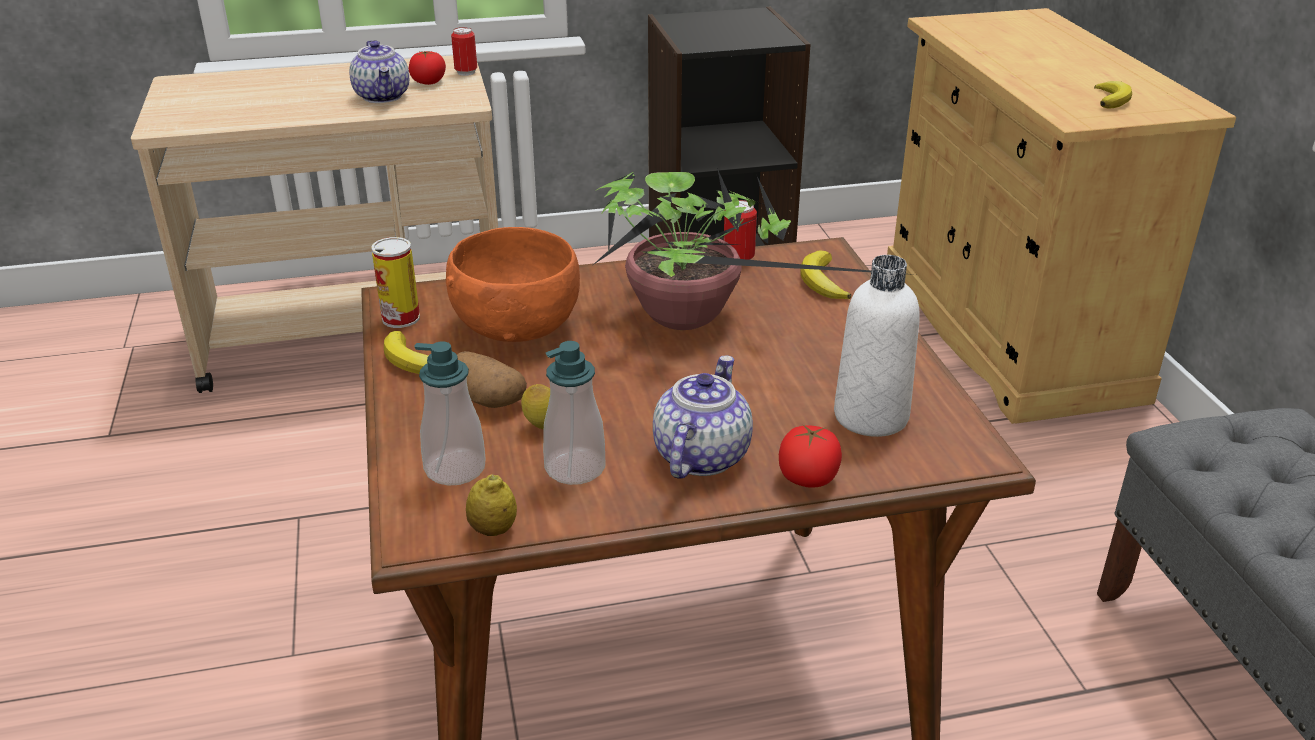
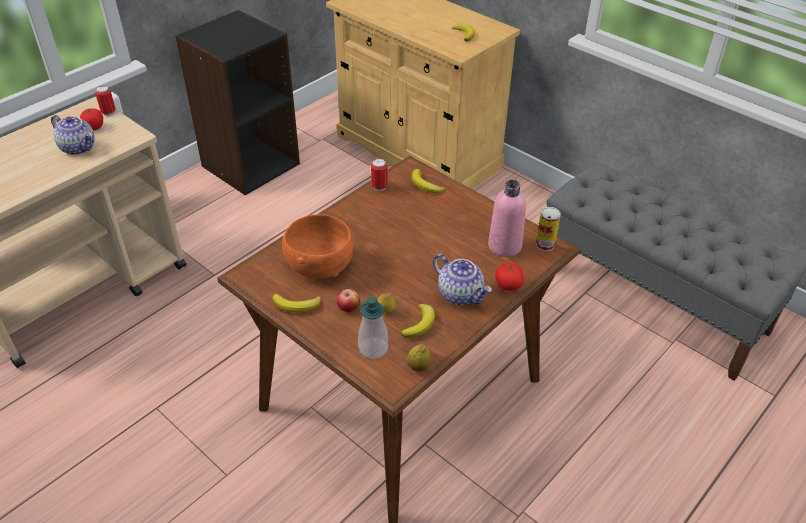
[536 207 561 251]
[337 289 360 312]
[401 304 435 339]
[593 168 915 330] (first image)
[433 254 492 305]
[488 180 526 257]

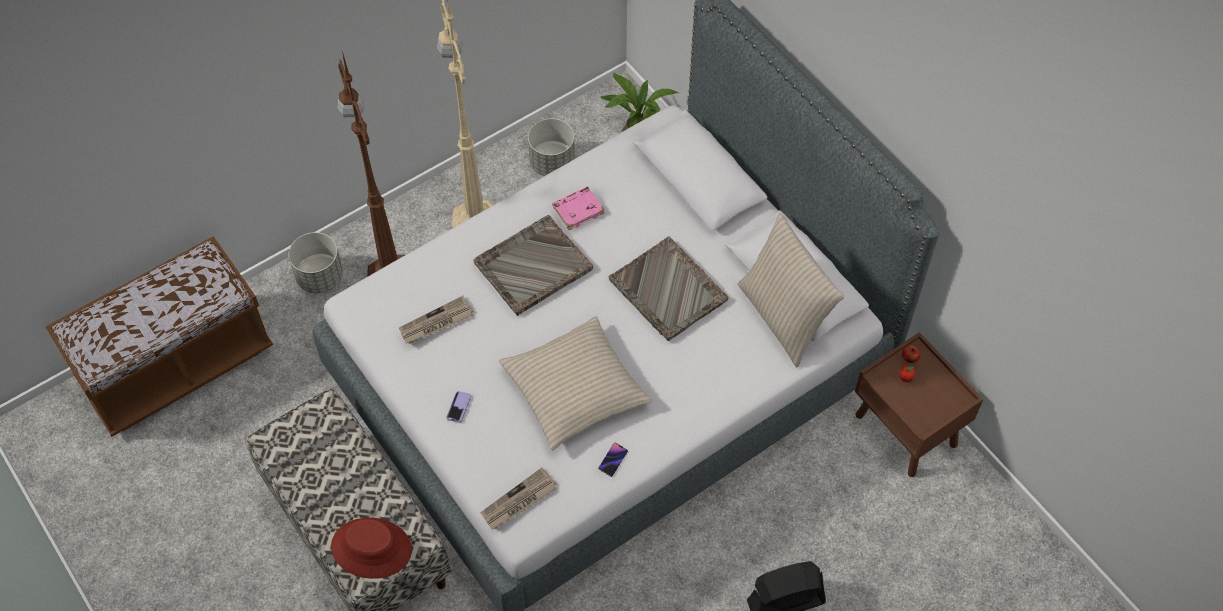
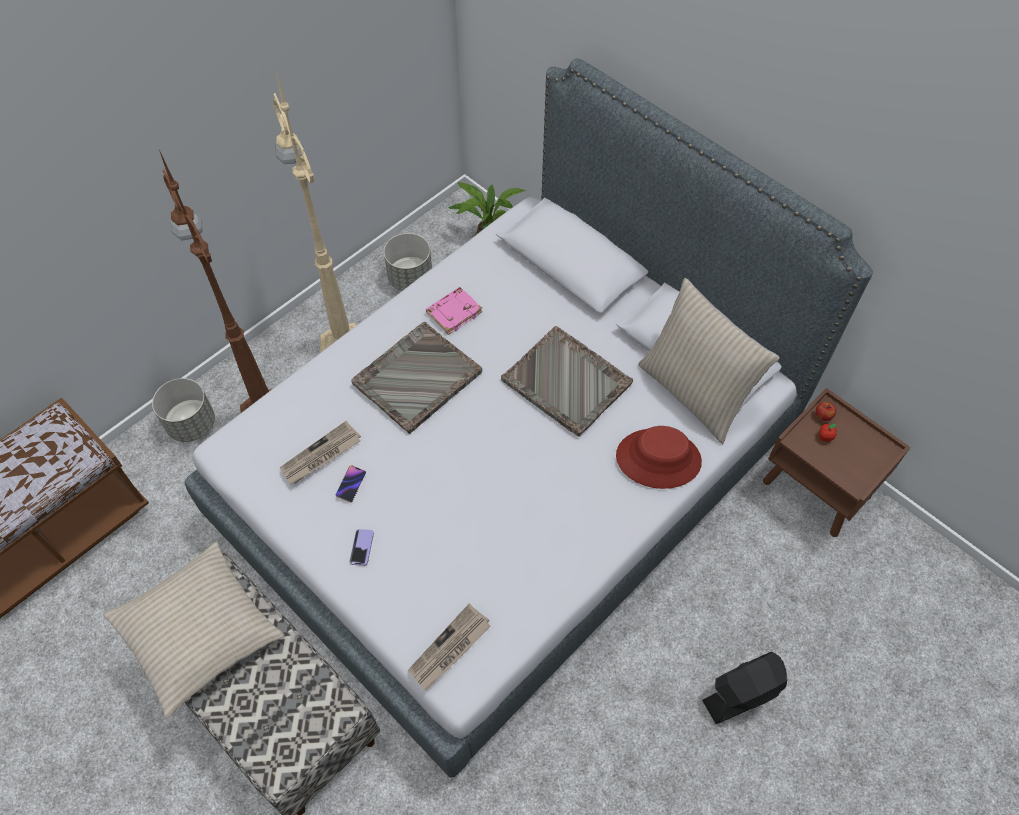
[616 426 702 489]
[103 541 284 719]
[336 465 366 503]

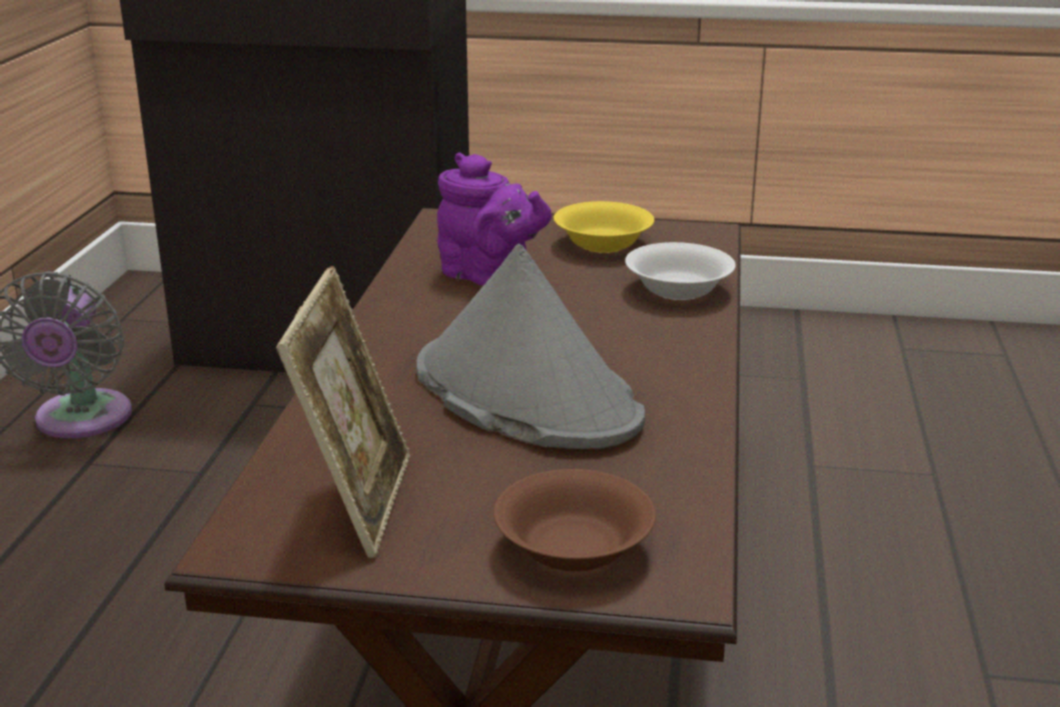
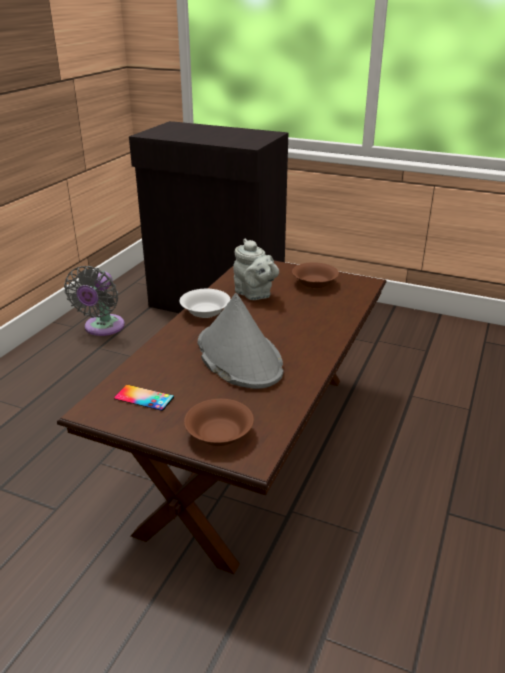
[114 385 174 411]
[233 239 279 300]
[292 262 339 289]
[180 289 231 318]

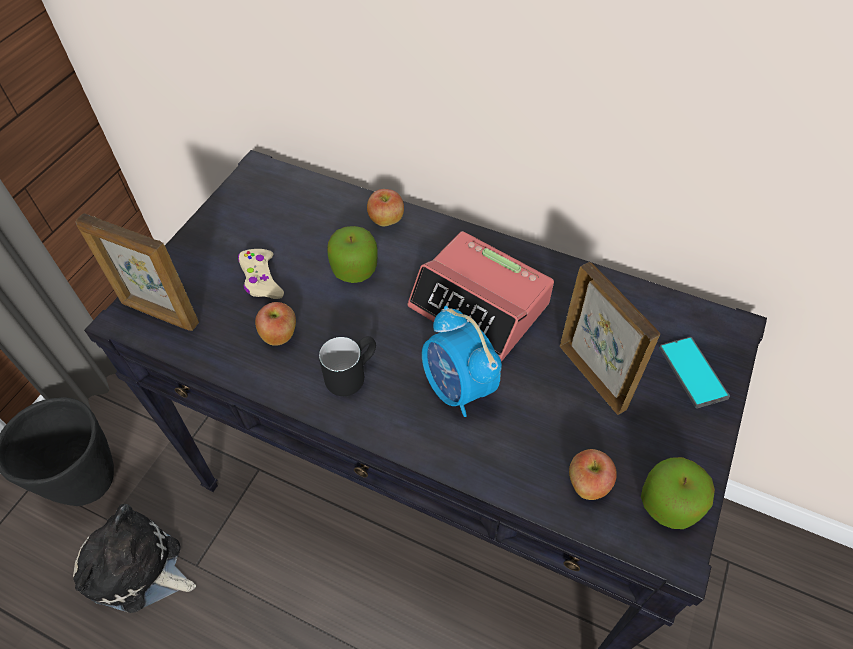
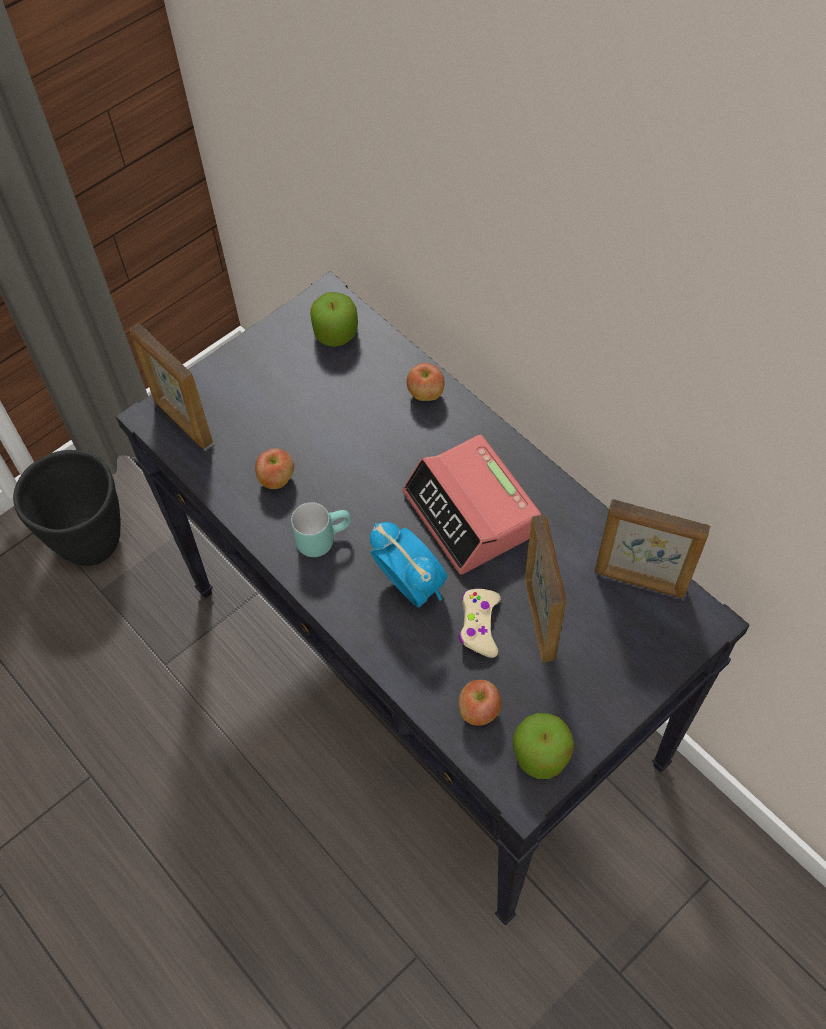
[73 504 196 613] (first image)
[459 589 501 658]
[291 502 351 557]
[310 292 358 347]
[370 522 447 607]
[659 337 730 408] (first image)
[595 499 710 598]

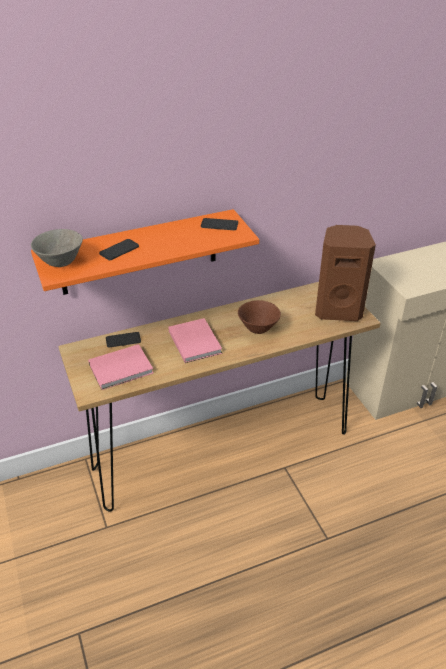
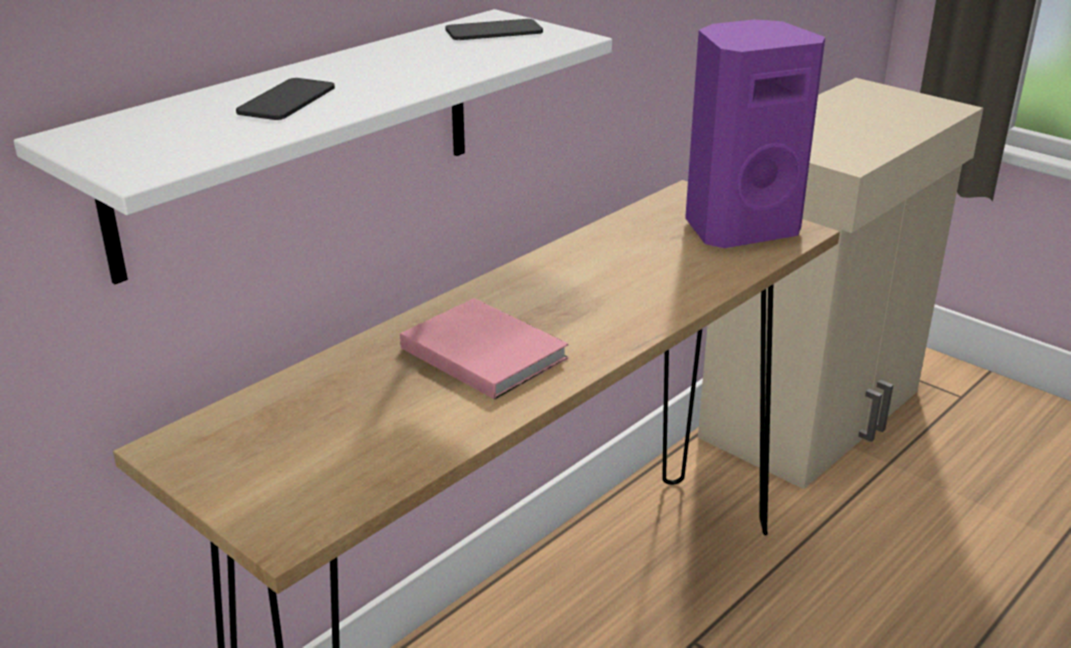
[14 9 612 284]
[31 229 83 267] (first image)
[88 344 153 390] (first image)
[106 332 141 348] (first image)
[238 300 281 334] (first image)
[685 19 825 248]

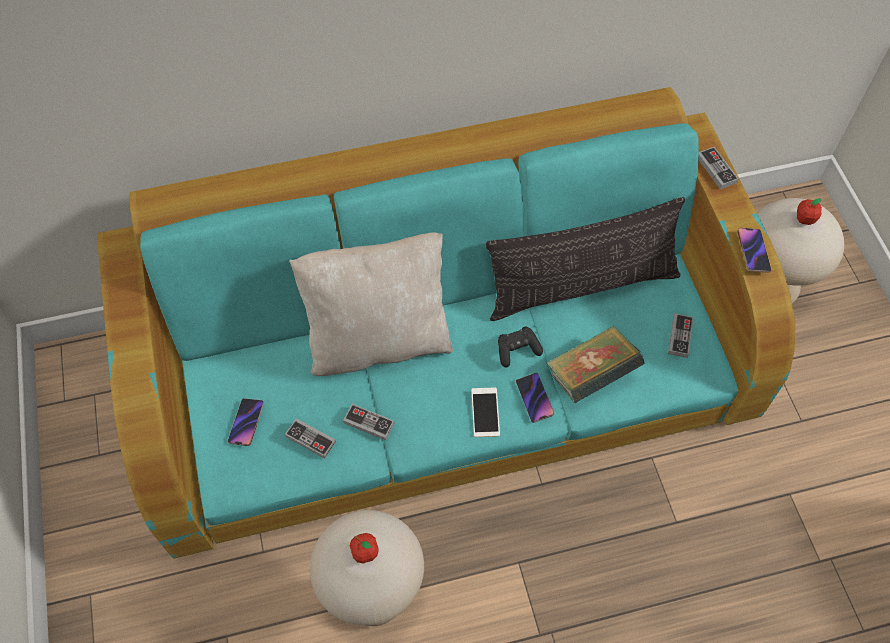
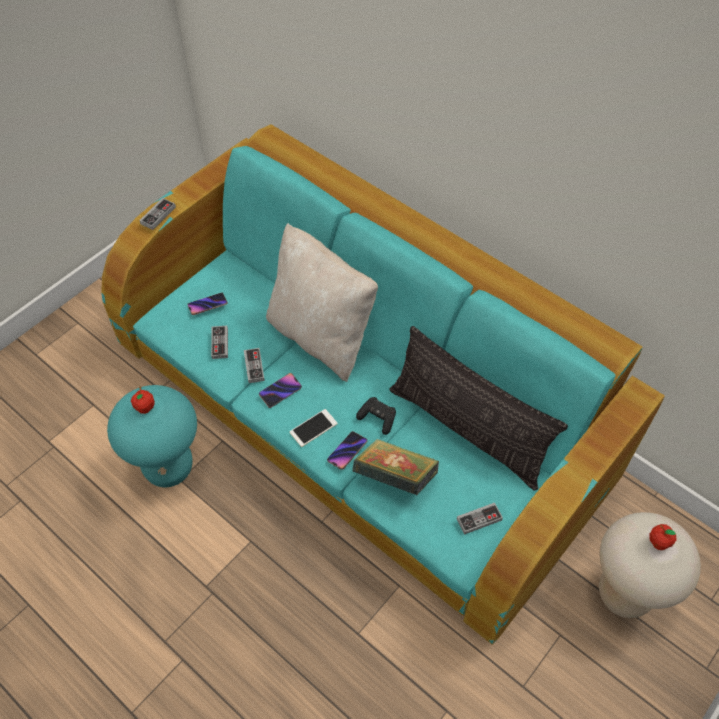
[107 385 197 487]
[139 198 176 230]
[259 373 302 408]

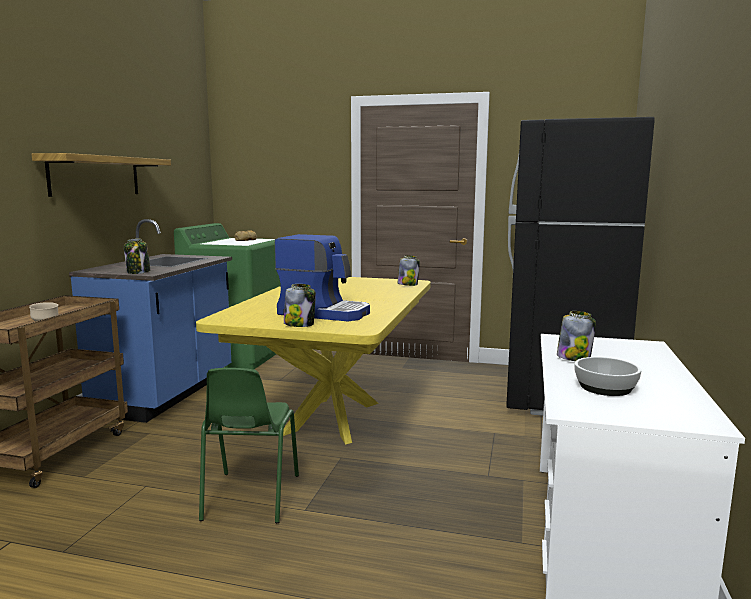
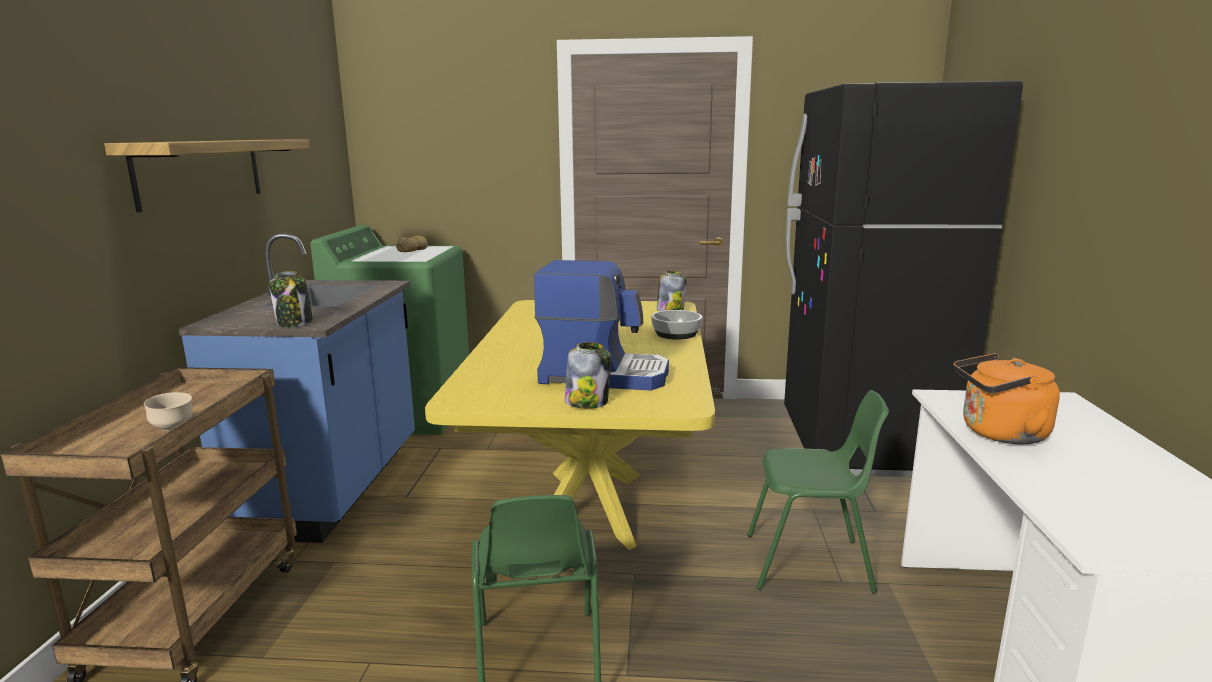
[953 353 1060 445]
[651 310 703 339]
[747 390 889 594]

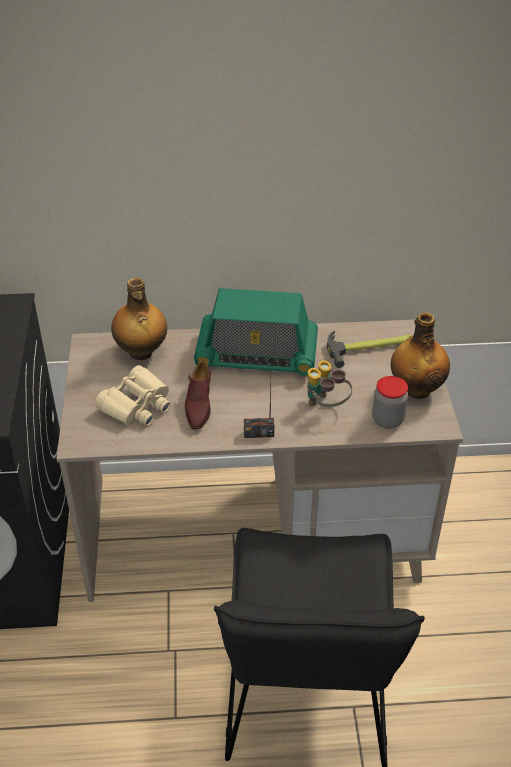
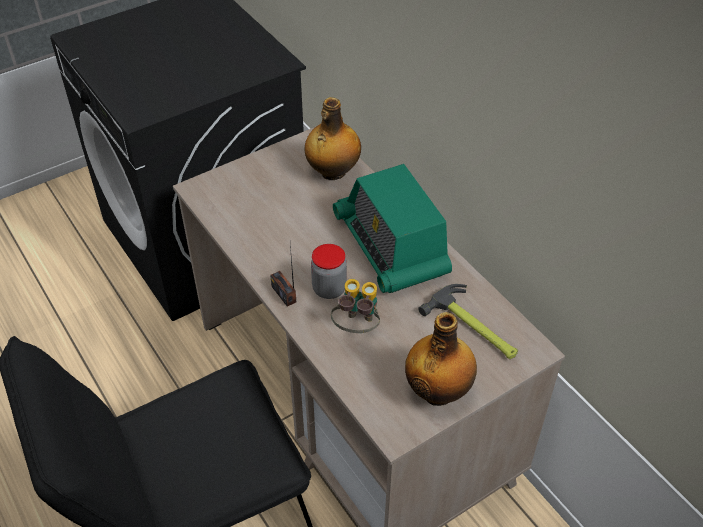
[95 365 171 426] (first image)
[185 361 211 430] (first image)
[311 244 347 299]

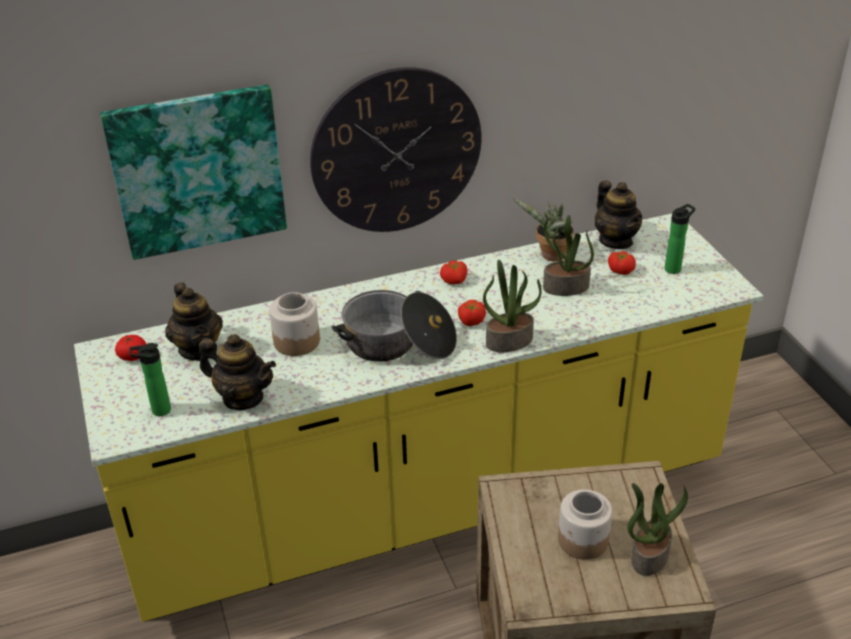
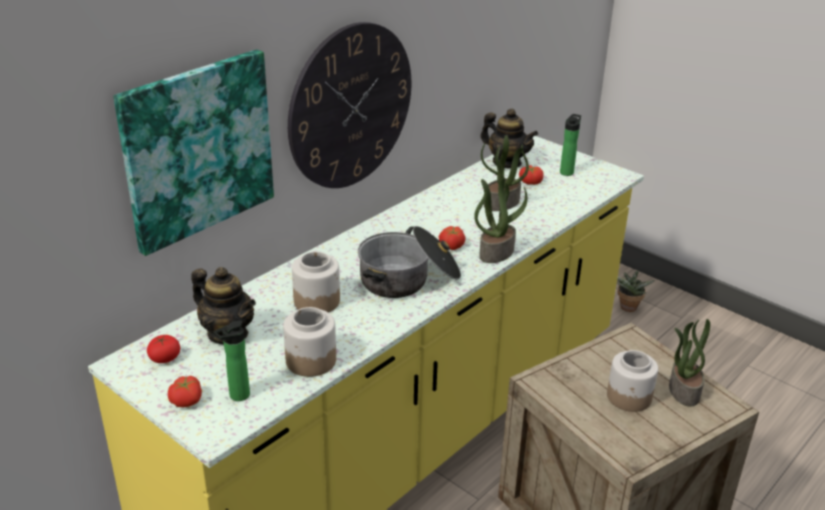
[283 307 336 377]
[168 375 202 408]
[617 270 655 312]

